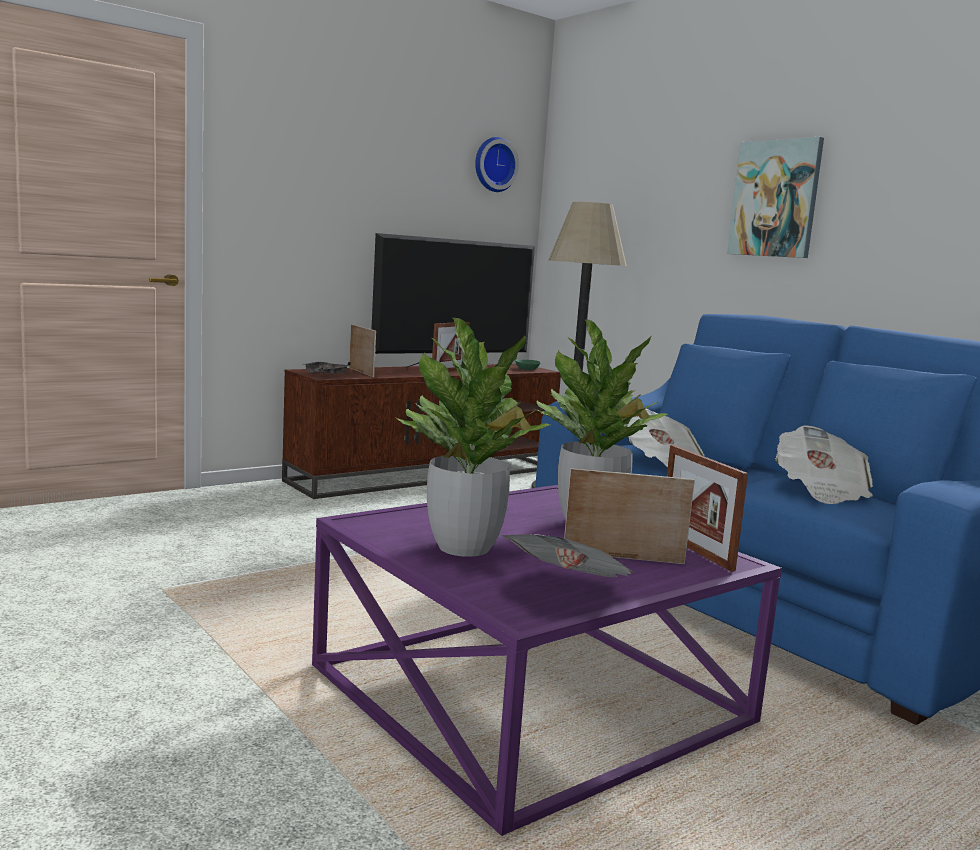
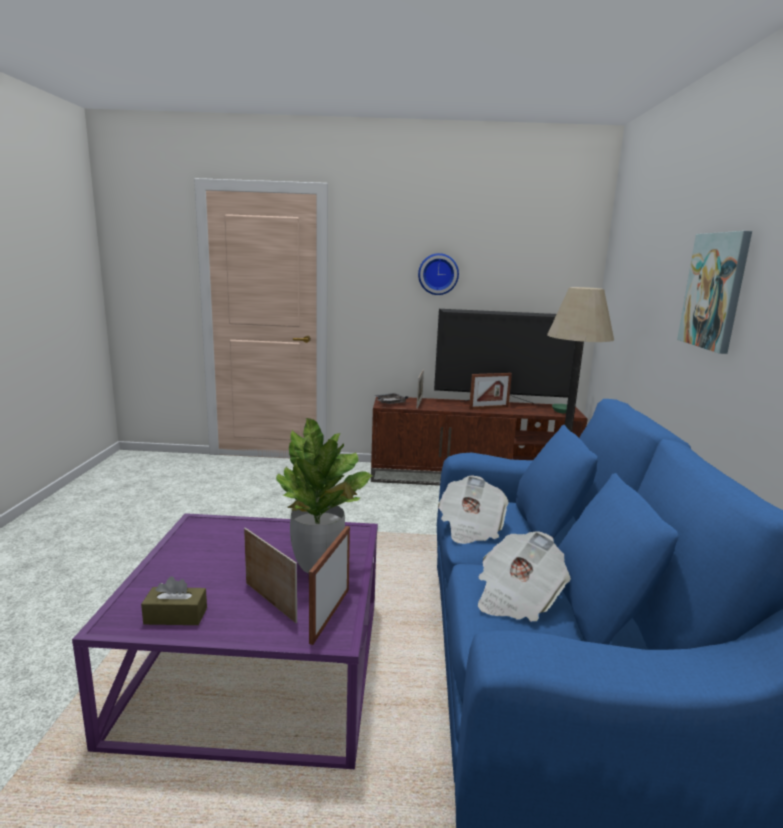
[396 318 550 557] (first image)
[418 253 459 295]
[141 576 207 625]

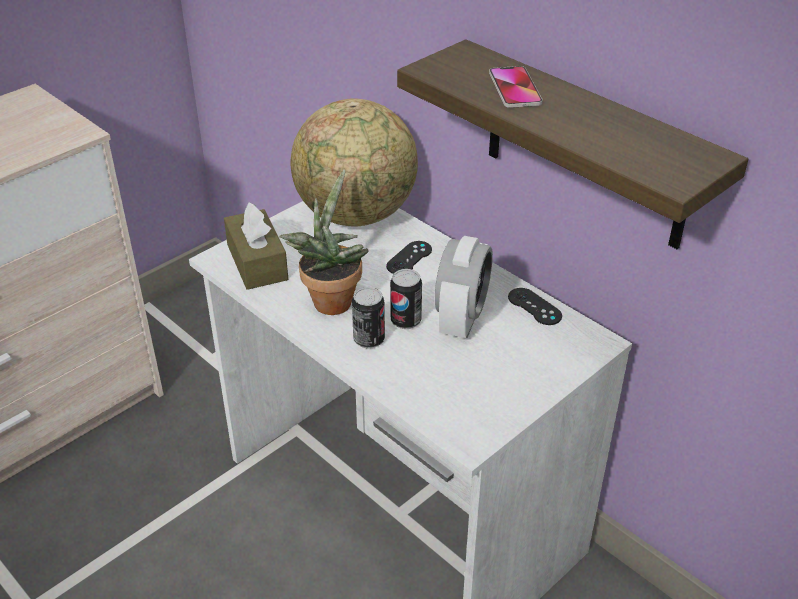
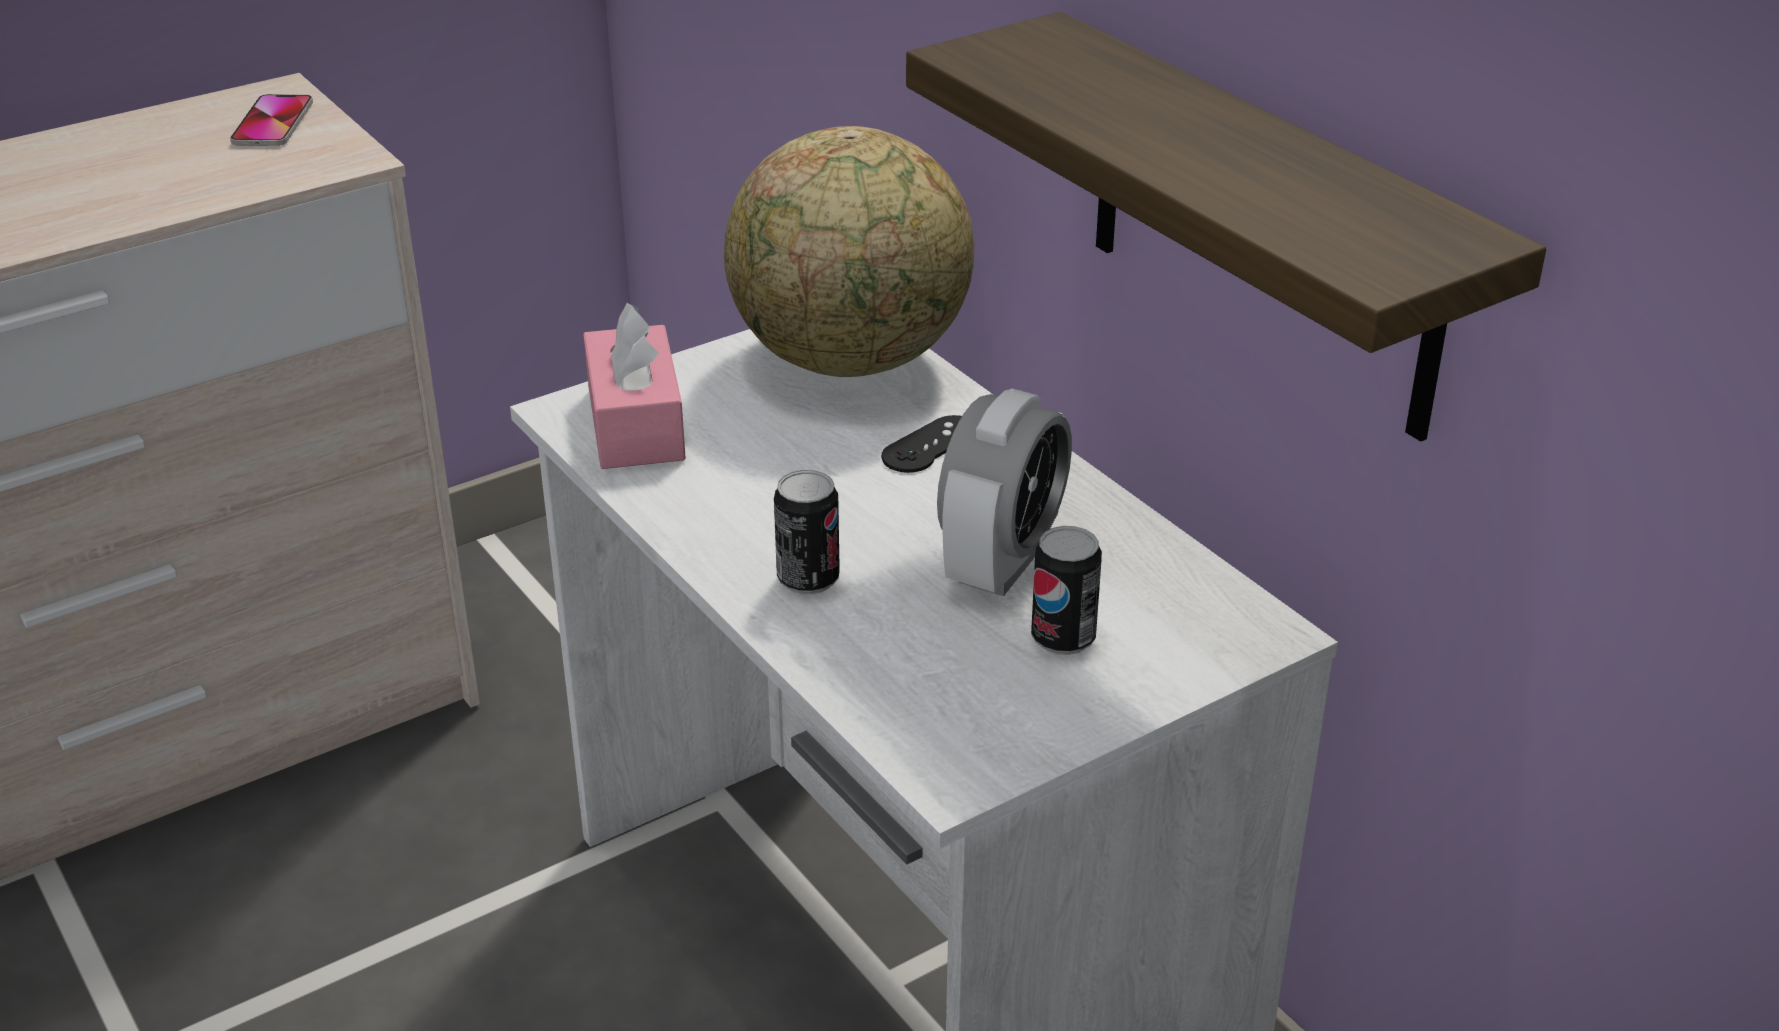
[583 303 686 469]
[279 170 369 315] (first image)
[1031 526 1102 655]
[230 94 313 146]
[508 288 562 325] (first image)

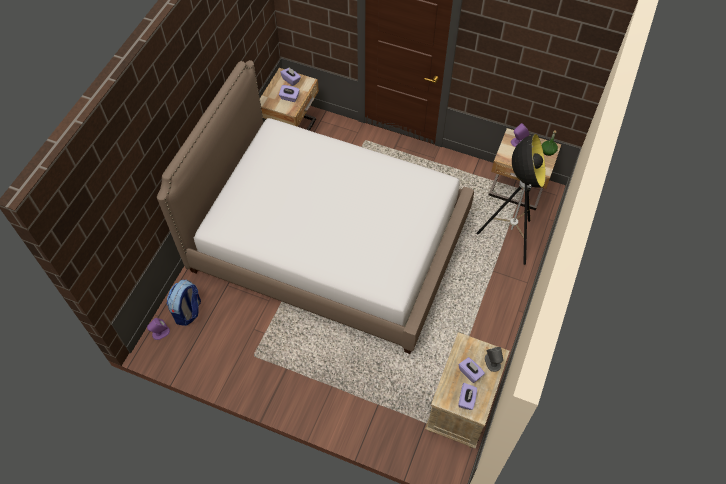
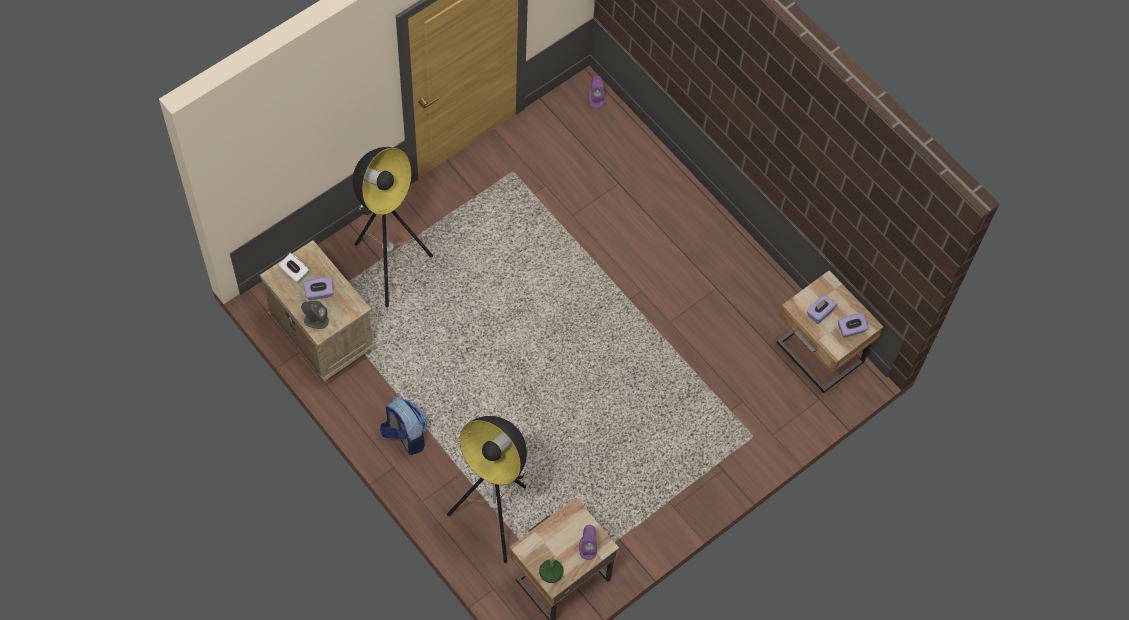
[157 60 474 354] (first image)
[380 397 427 455]
[279 253 309 284]
[352 147 433 308]

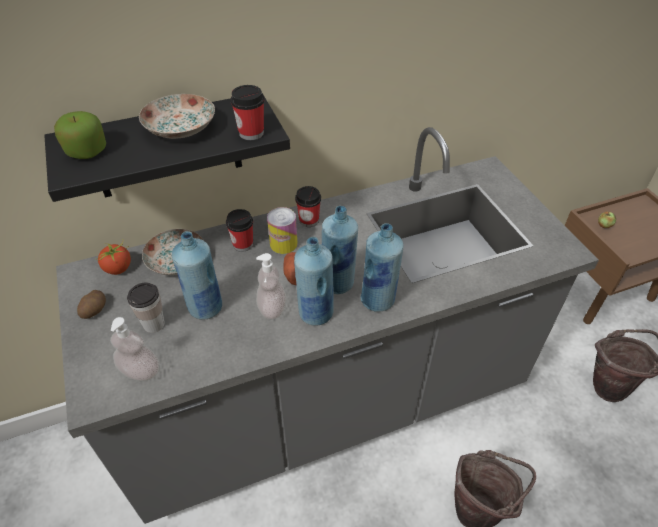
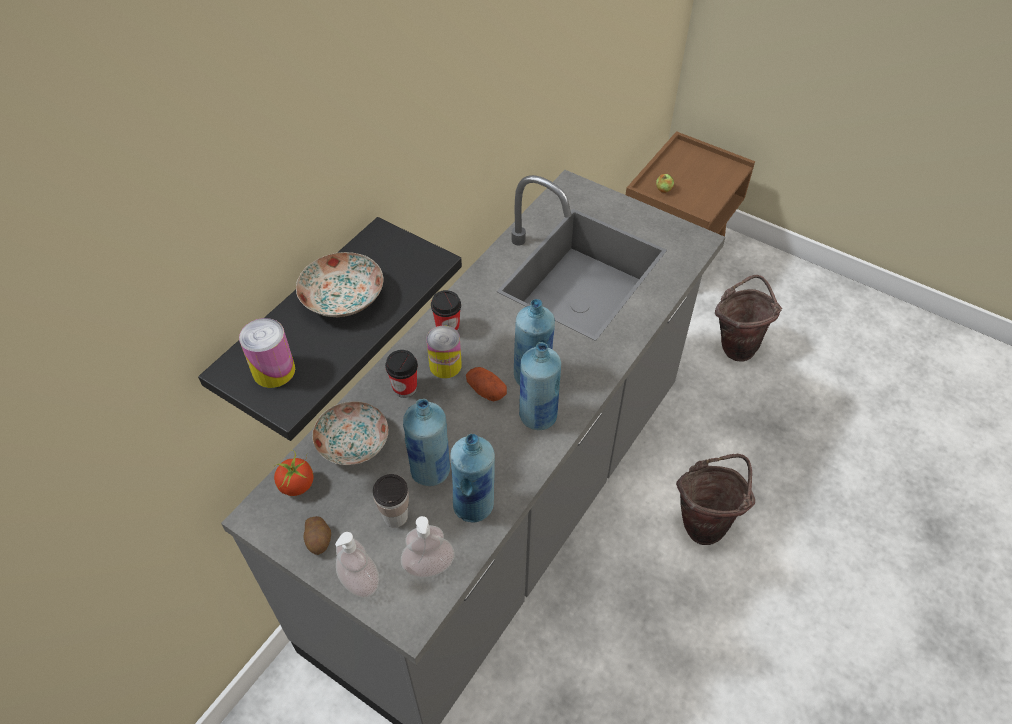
[239 318 295 388]
[231 85 265 140] (first image)
[335 532 379 598]
[450 434 495 523]

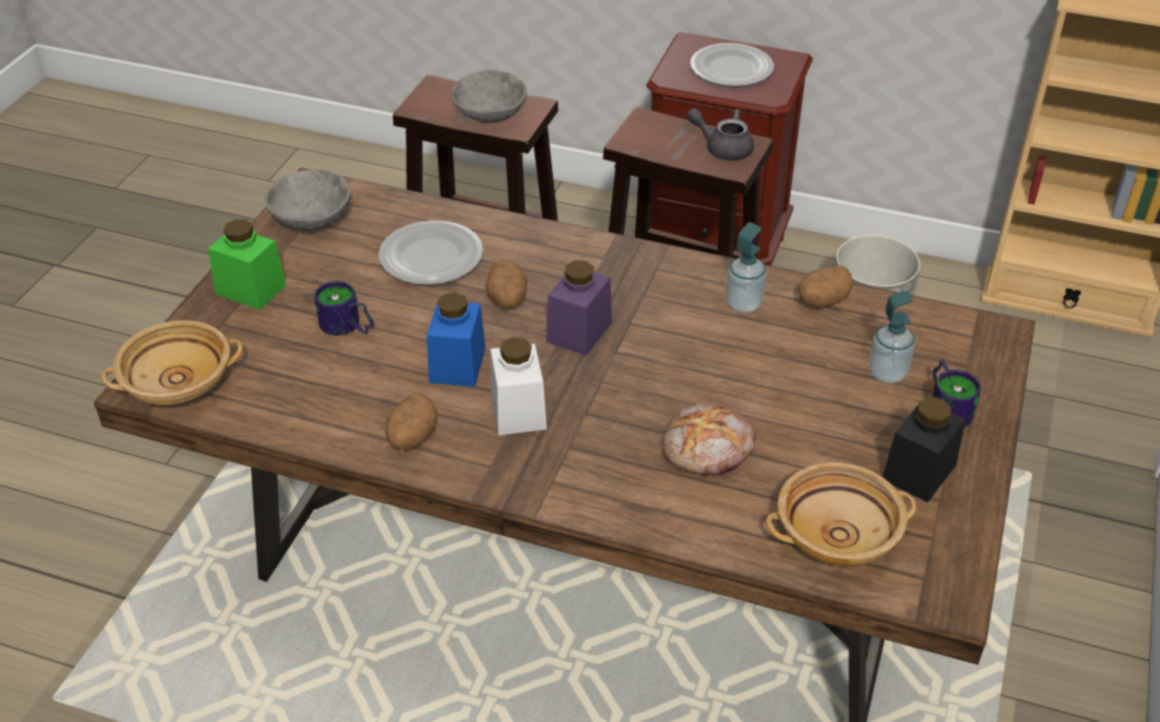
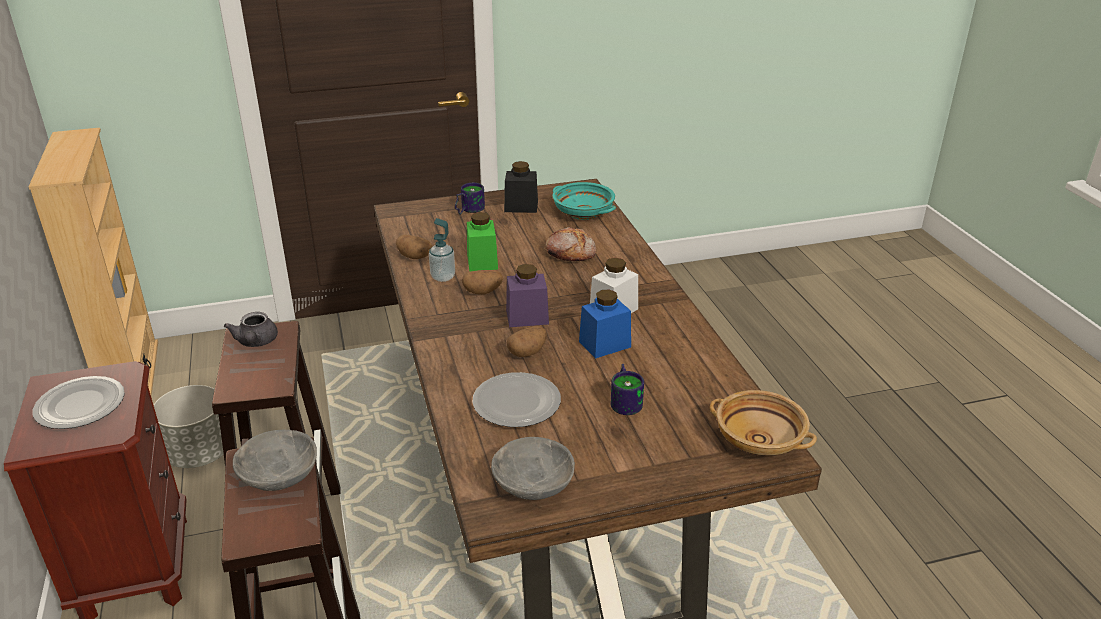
[467 212 498 271]
[462 270 503 295]
[553 182 616 220]
[869 290 915 383] (first image)

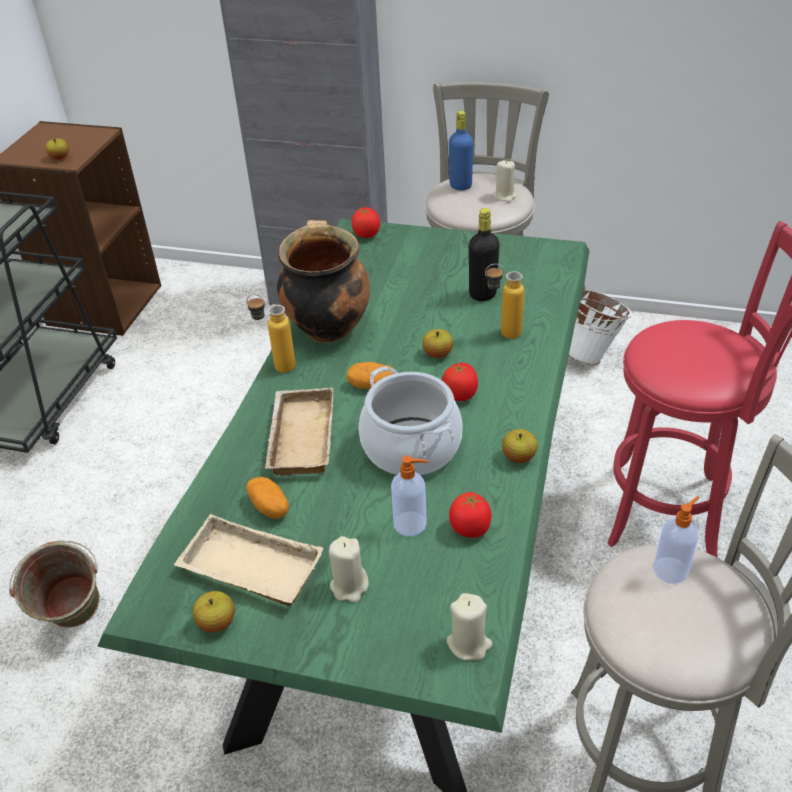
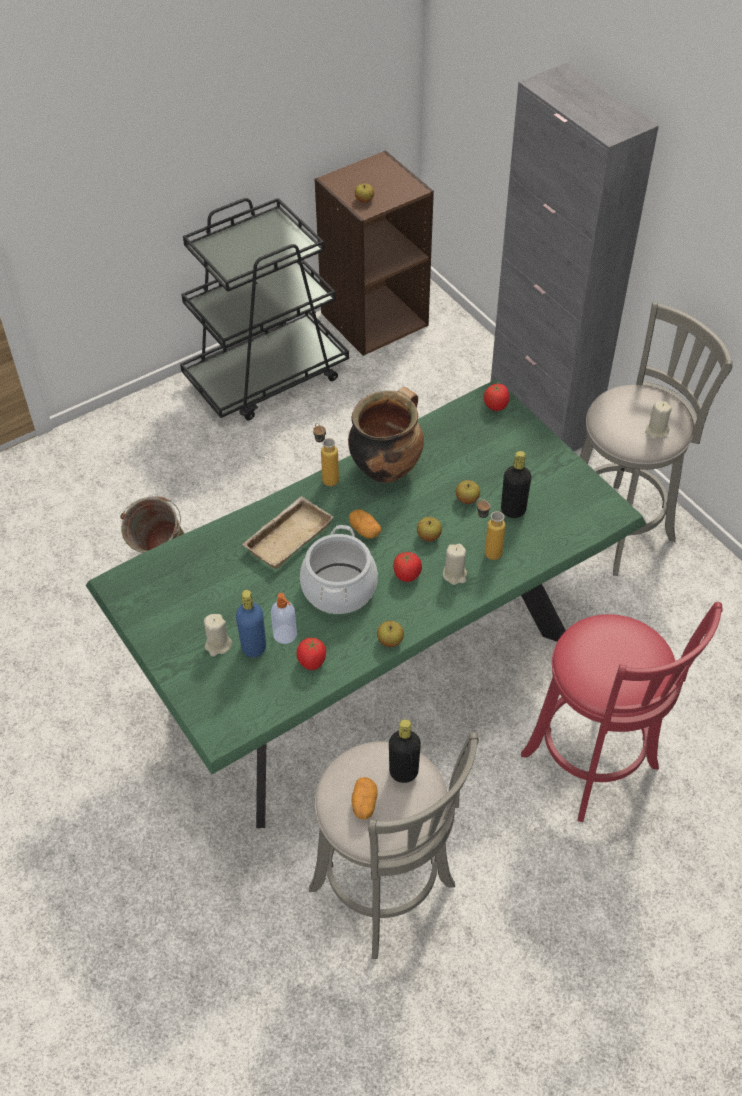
[174 514 324 605] (first image)
[456 480 480 504]
[351 777 378 819]
[443 544 467 585]
[236 590 266 658]
[568 286 632 365] (first image)
[389 719 421 783]

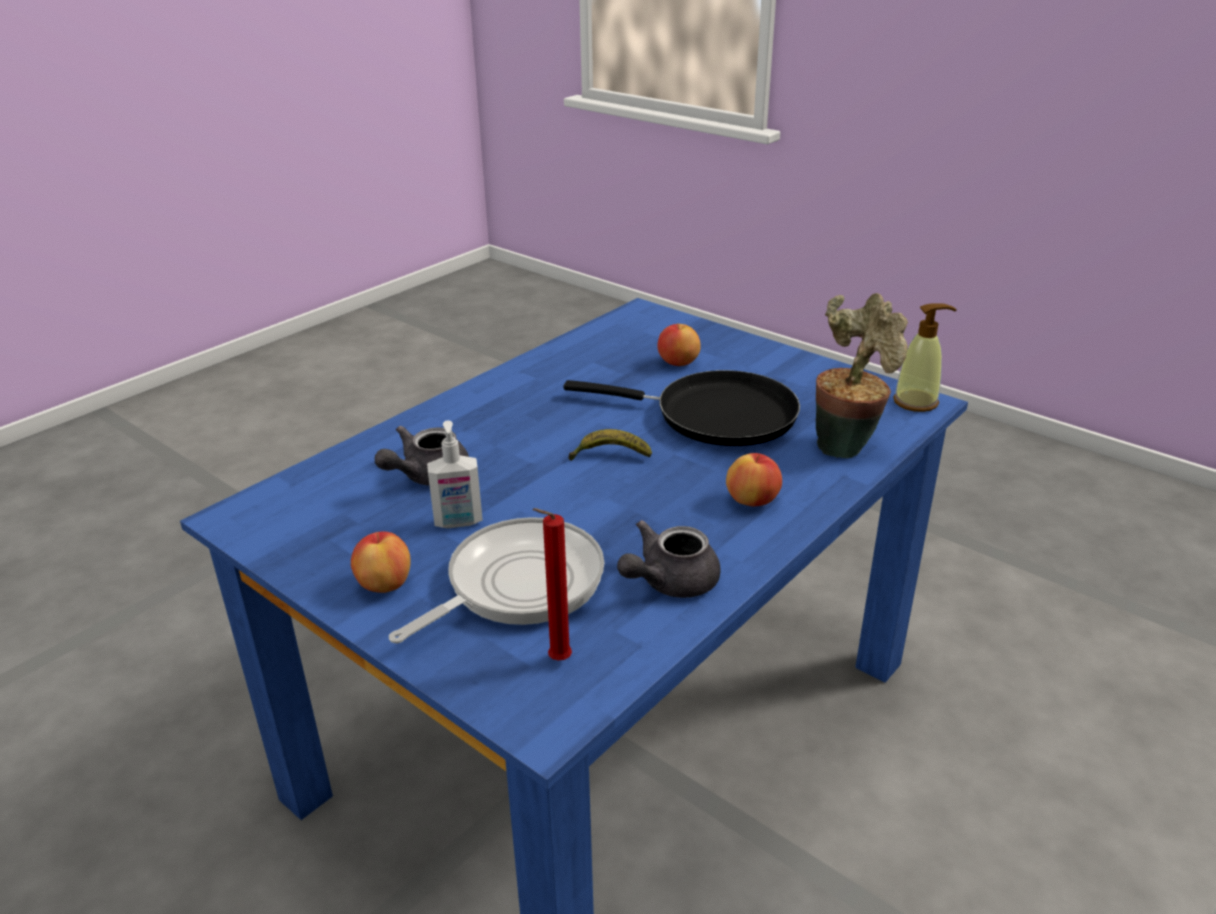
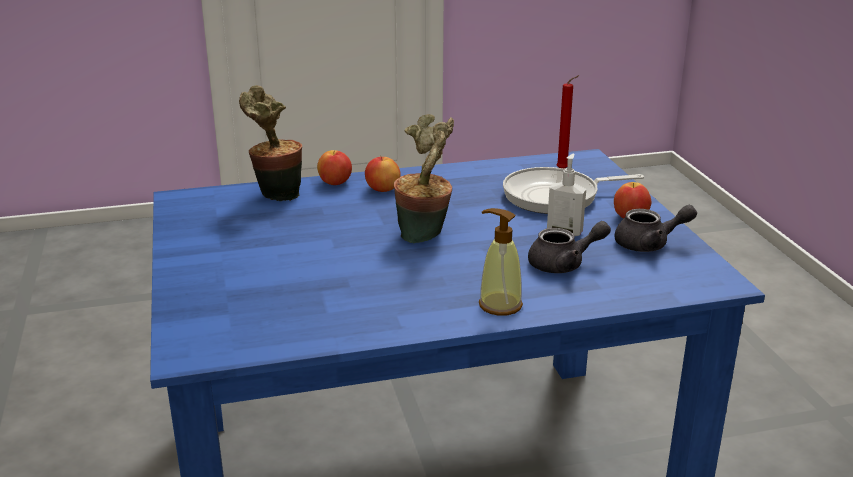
[563 370 800 446] (first image)
[394 114 454 243]
[614 205 697 252]
[317 150 352 185]
[479 208 523 316]

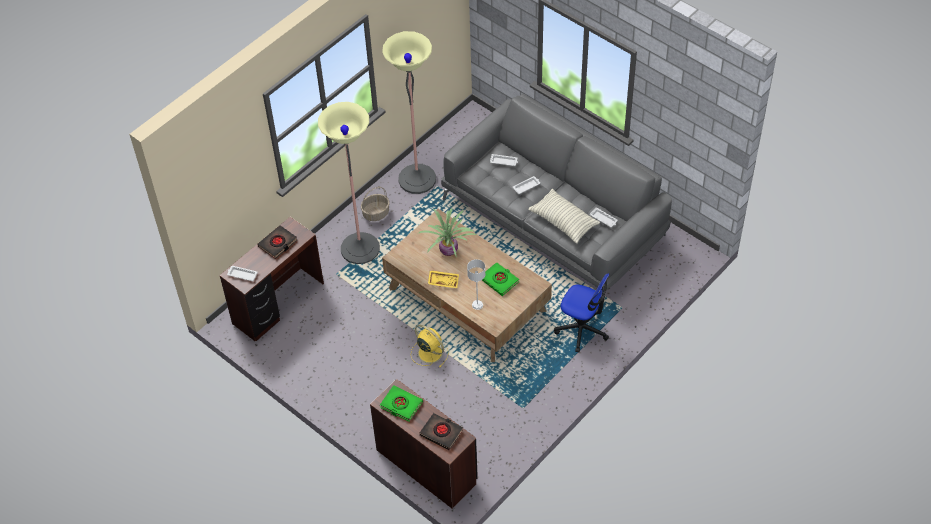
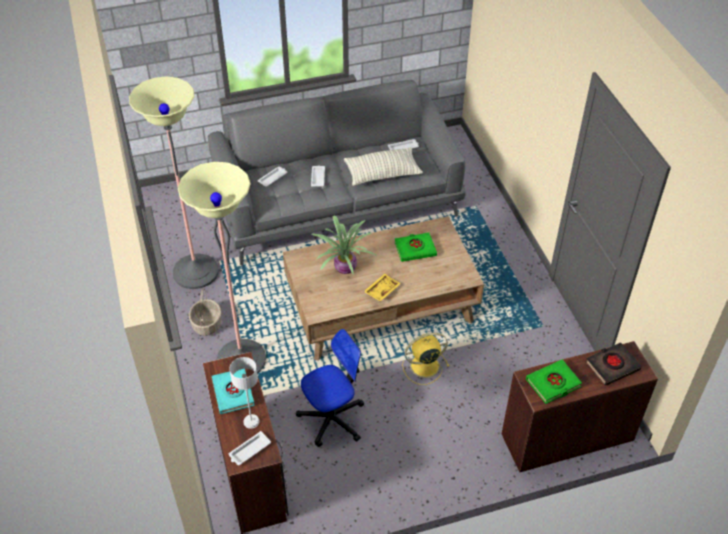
[211 369 255 414]
[229 357 260 429]
[296 329 364 447]

